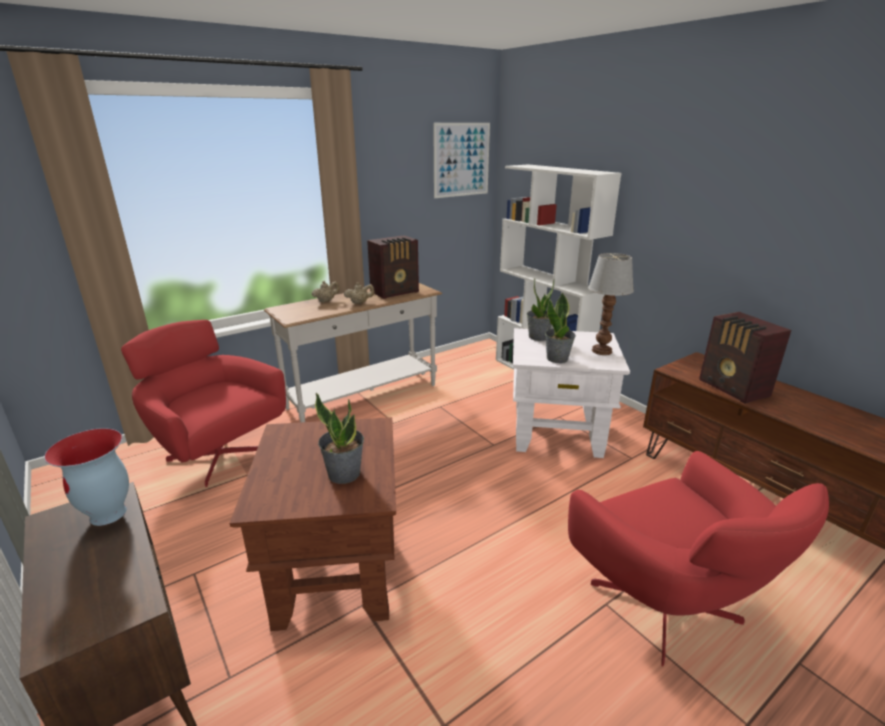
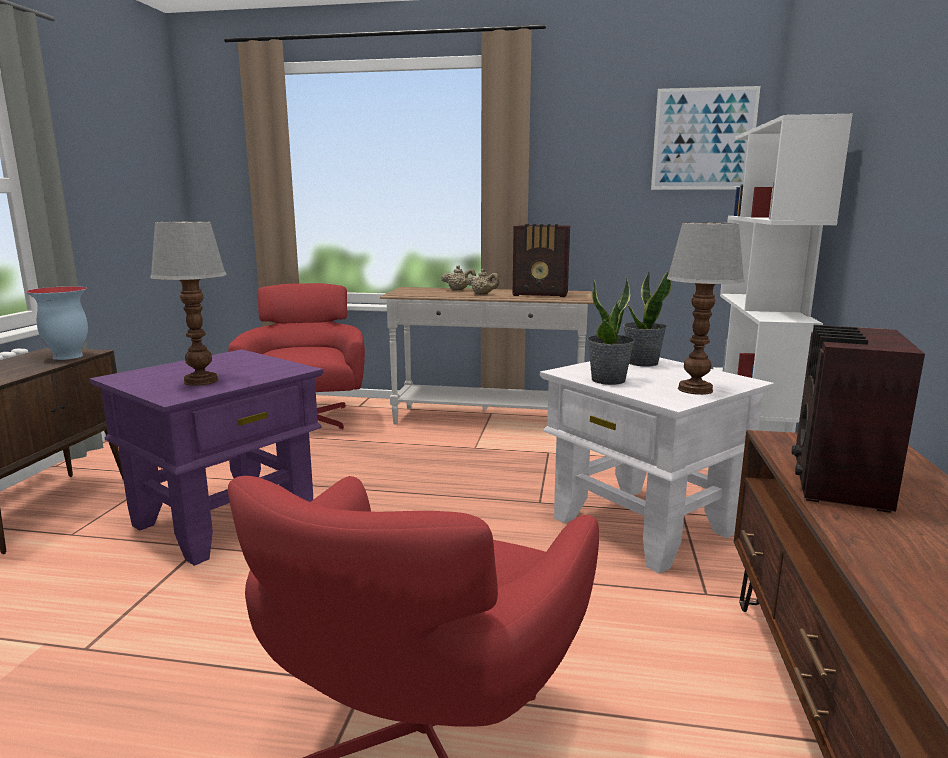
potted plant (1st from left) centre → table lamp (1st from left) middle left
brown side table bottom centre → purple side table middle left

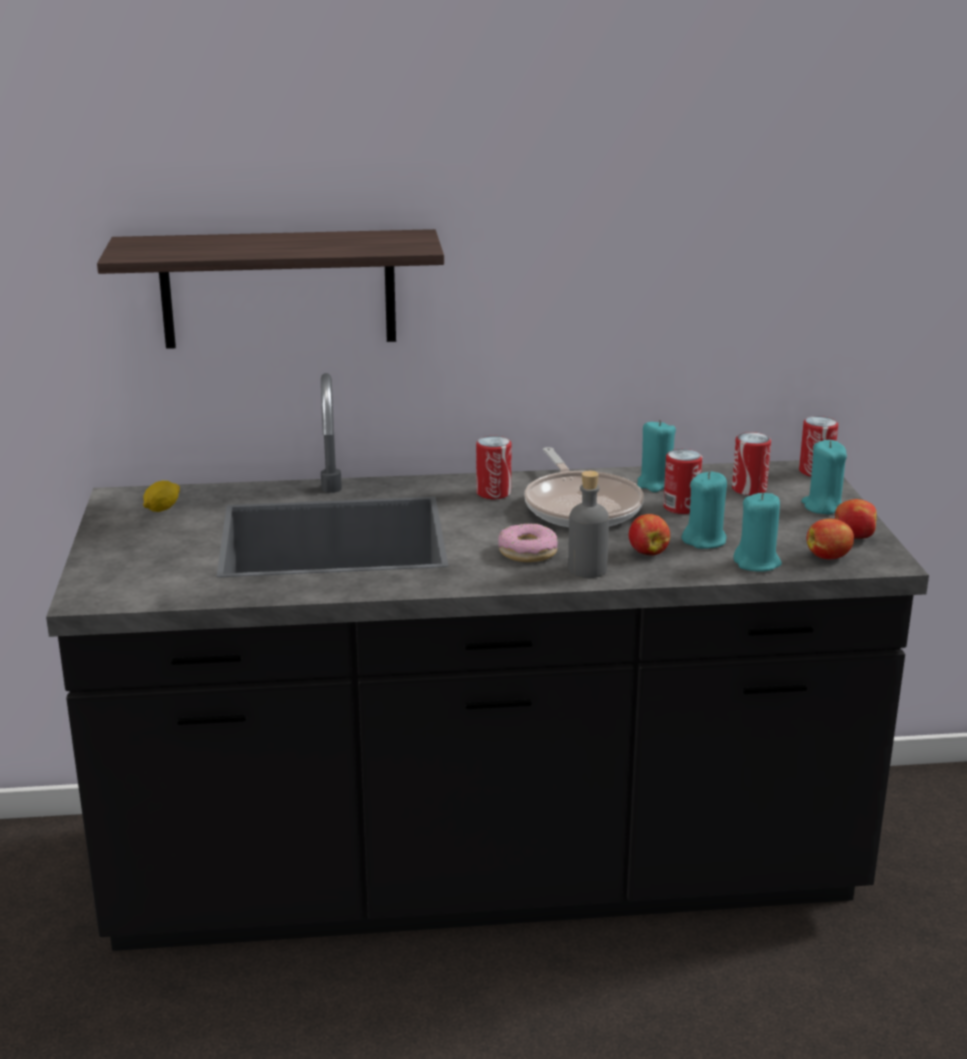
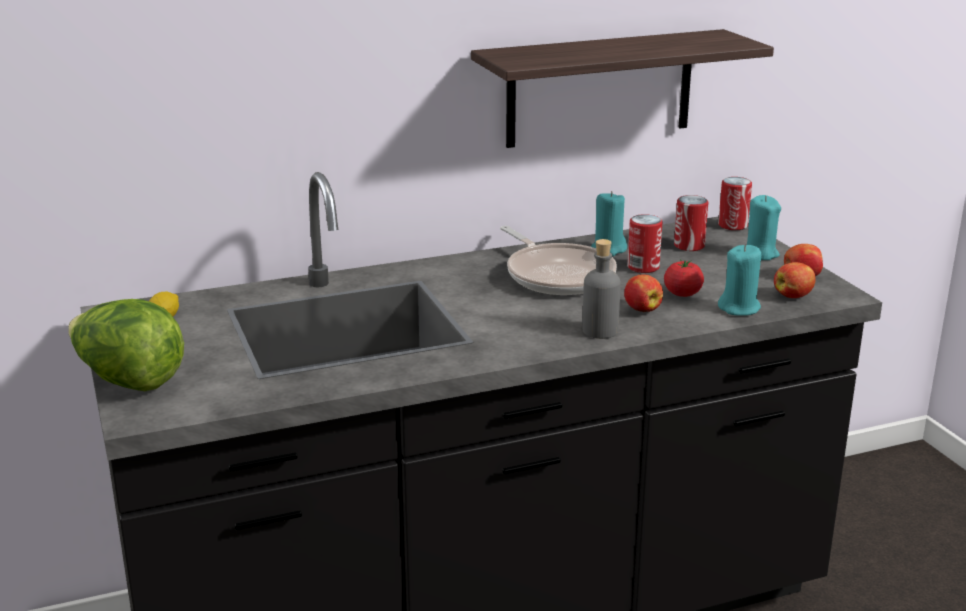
can (1st from left) centre → -
donut centre → -
- → lettuce middle left
shelf top left → shelf top centre, moved
turquoise candle (2nd from left) middle right → tomato middle right

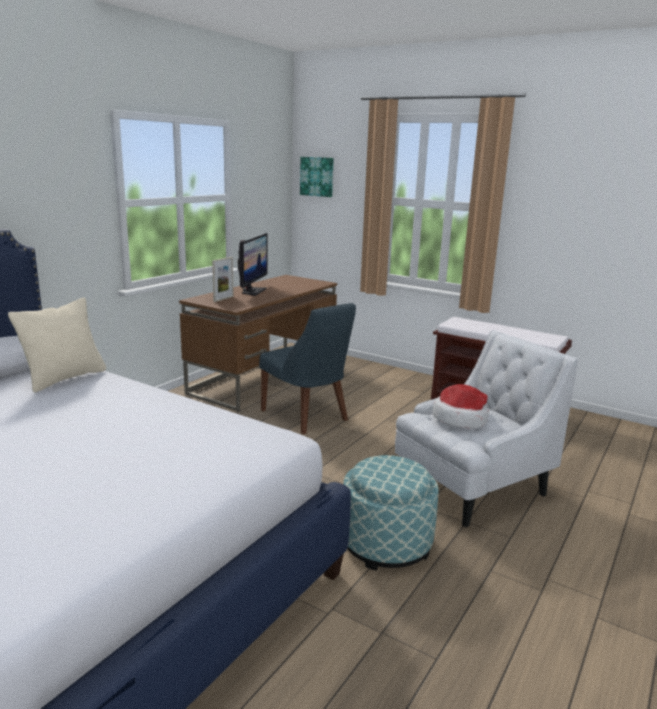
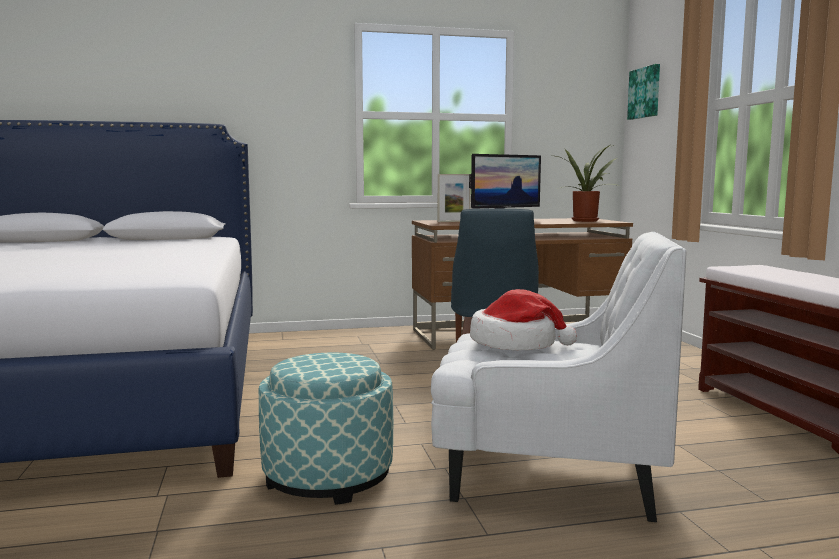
beige pillow middle left → -
- → potted plant top right

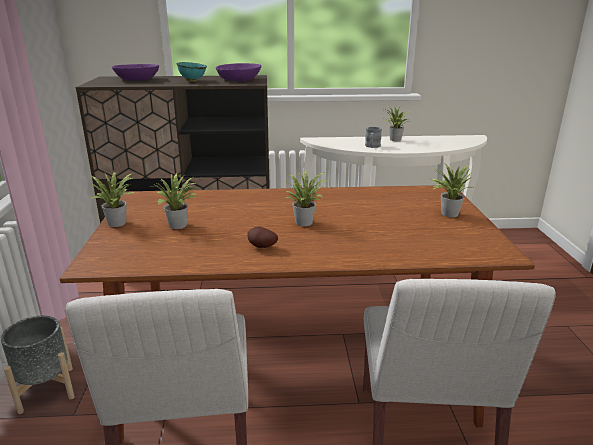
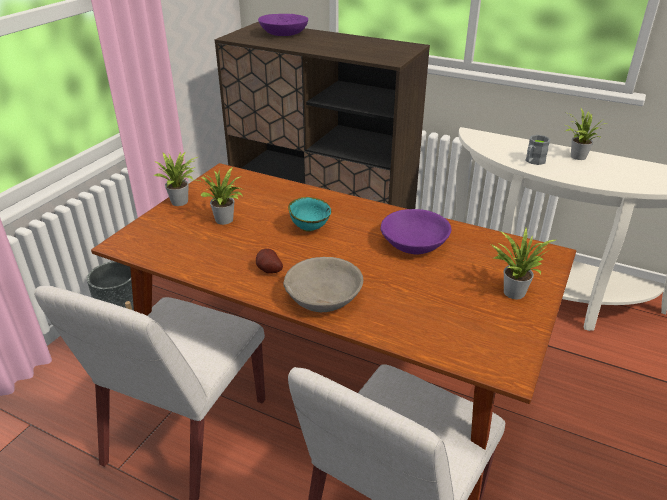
potted plant (3rd from left) centre → -
- → grey bowl centre
turquoise bowl top left → turquoise bowl centre, moved
purple bowl (2nd from left) top centre → purple bowl (2nd from left) centre, moved

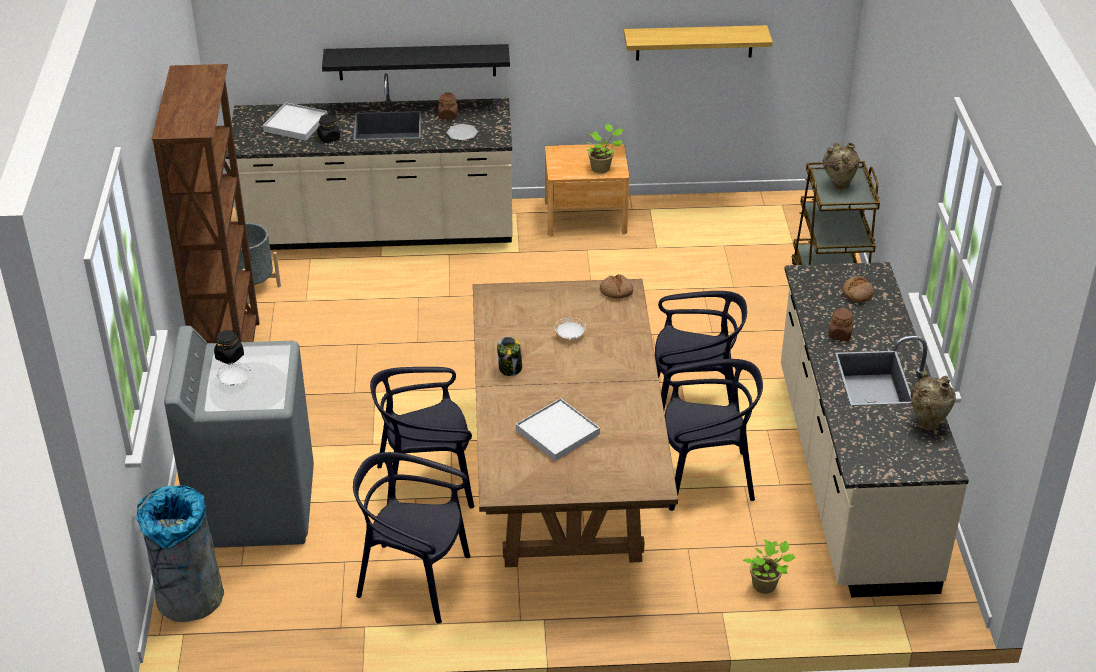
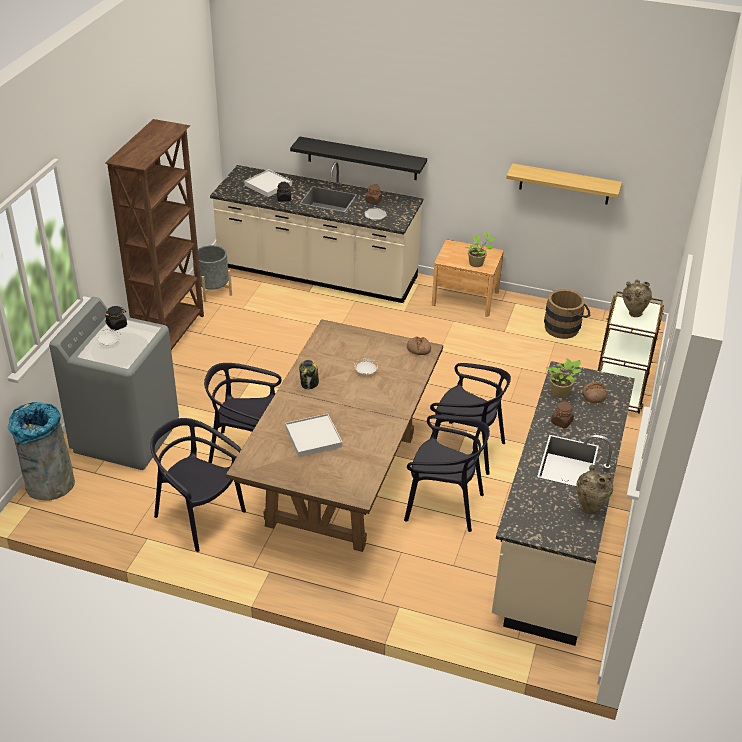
- → brown bucket middle right
potted plant (2nd from left) bottom right → potted plant (2nd from left) middle right, moved

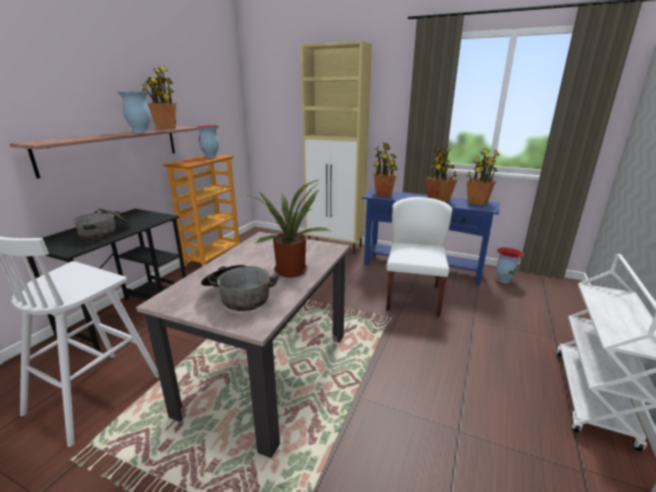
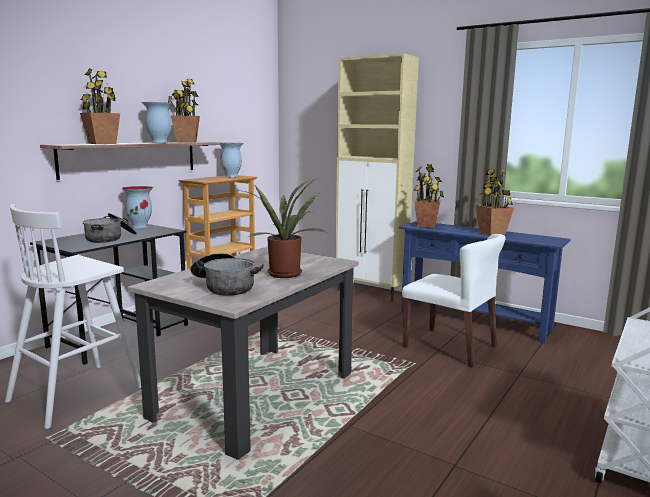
potted plant (5th from left in the first image) middle right → potted plant (1st from left) top left, moved
vase (3rd from left in the first image) middle right → vase (1st from left) middle left, moved
white chair centre → white chair middle right, 105 degrees clockwise

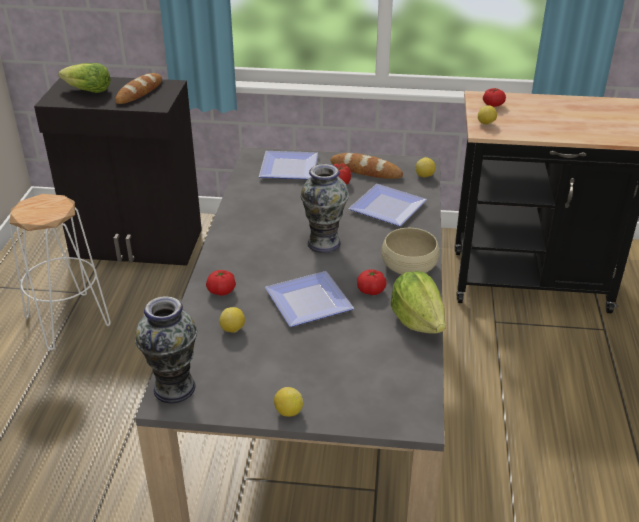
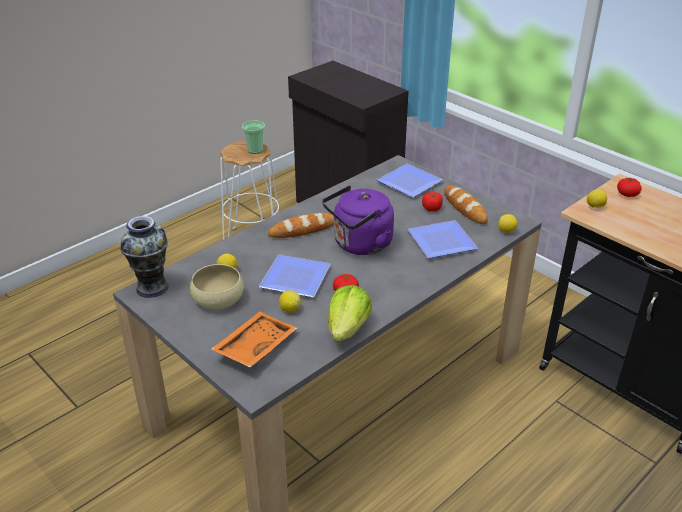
lettuce (1st from left) top left → -
tomato (1st from left) centre → -
- → orange tray centre
- → cup top centre
bread (1st from left) top left → bread (1st from left) centre, moved
lemon (2nd from left) bottom centre → lemon (2nd from left) centre, moved
beige bowl centre → beige bowl middle left, moved
vase (2nd from left) centre → purple kettle centre

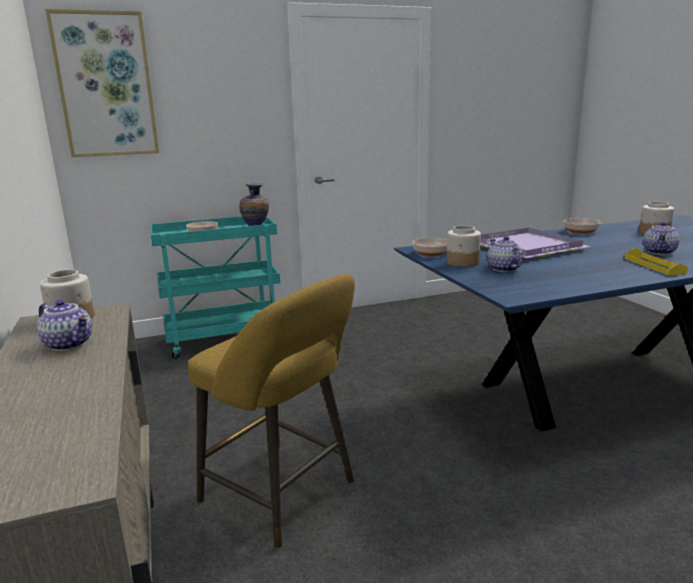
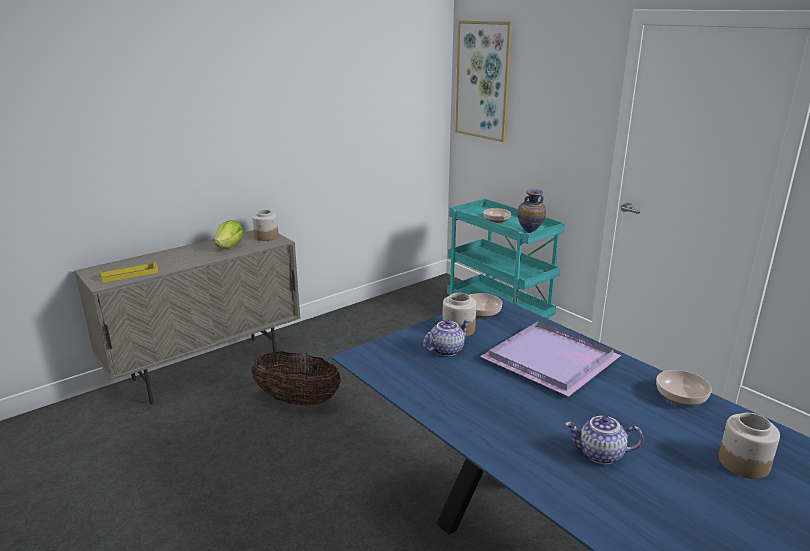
yellow tray middle right → yellow tray middle left, moved
teapot (1st from left) middle left → lettuce middle left
yellow stool bottom centre → basket bottom centre

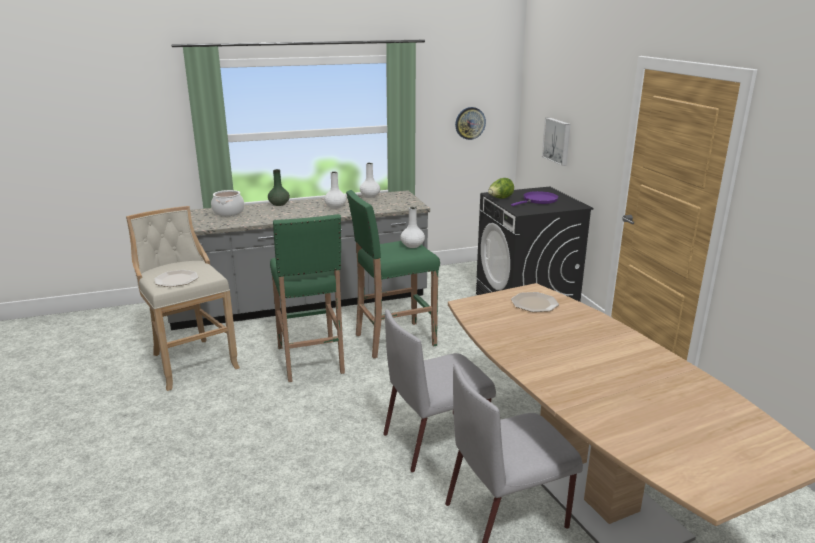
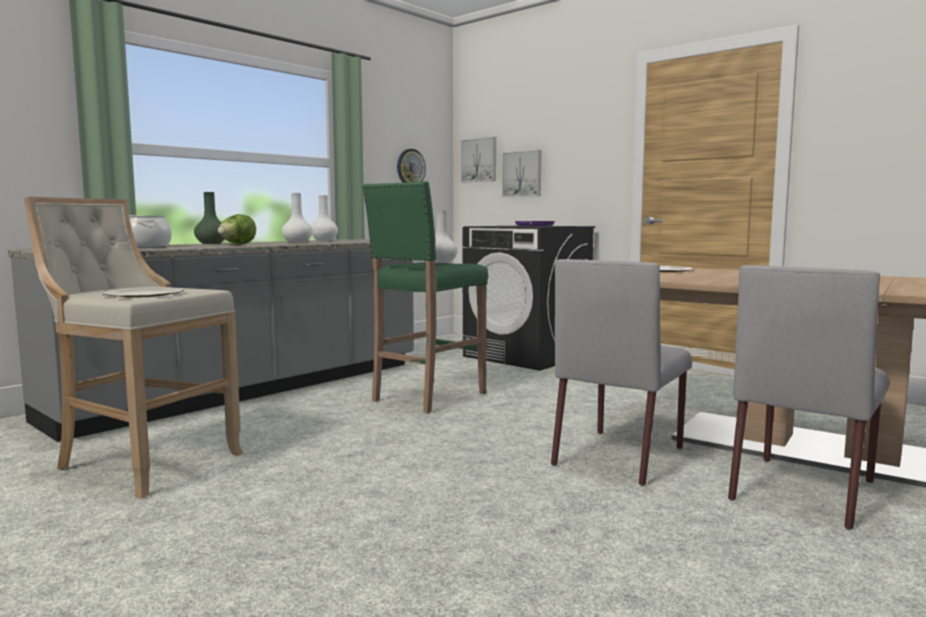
green stool (1st from left) centre → -
- → picture (1st from left) top centre
lettuce centre → lettuce middle left, moved

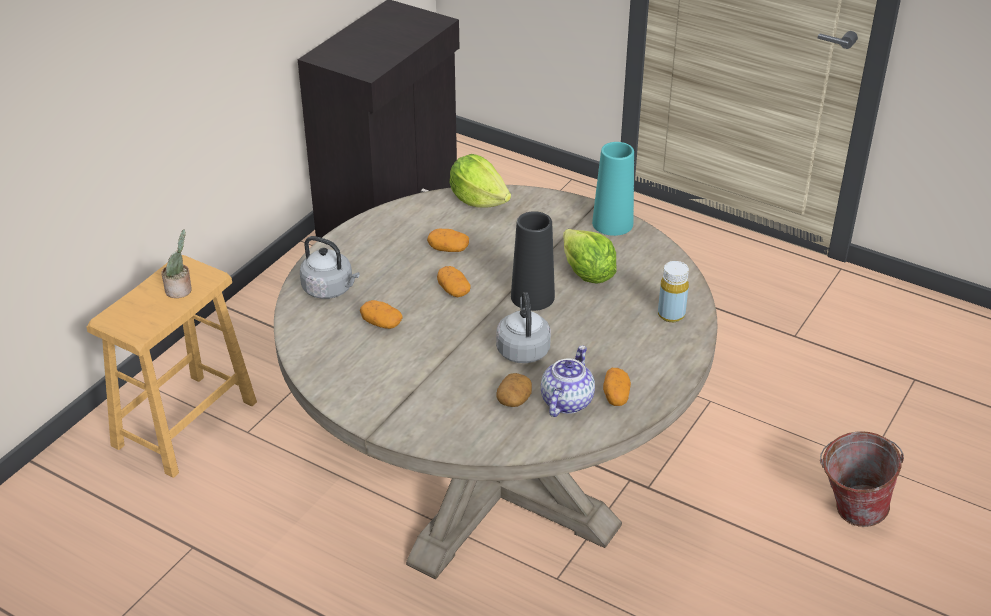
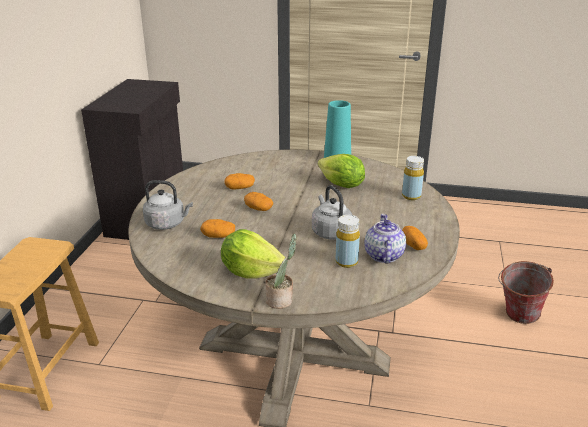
black vase centre → -
potted plant middle left → potted plant centre, moved
lettuce (1st from left) top centre → lettuce (1st from left) centre, moved
potato (4th from left) centre → yellow bottle (1st from left) centre

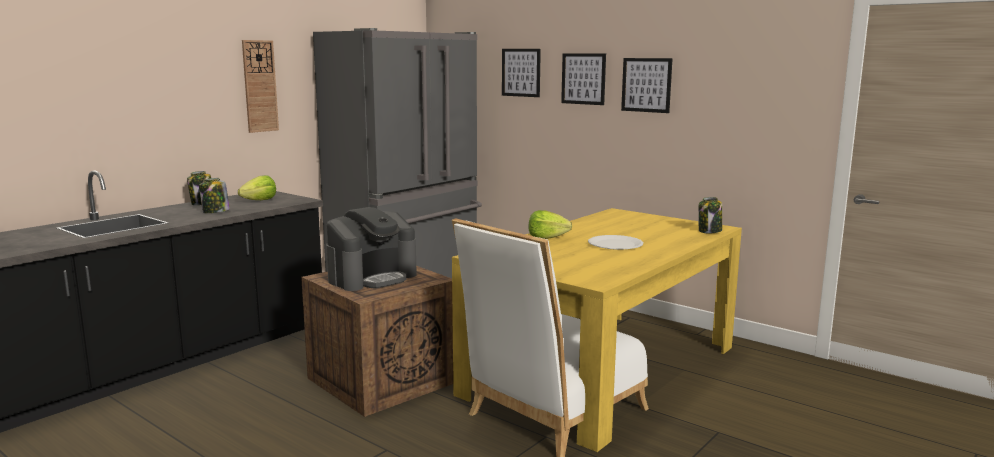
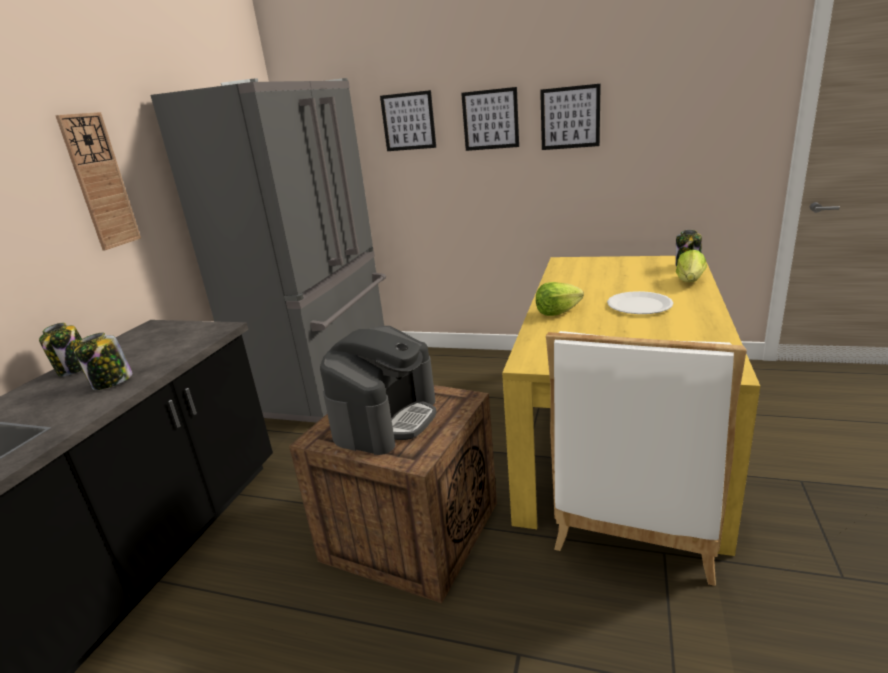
lettuce (1st from left in the first image) middle left → lettuce (2nd from left) middle right, moved

